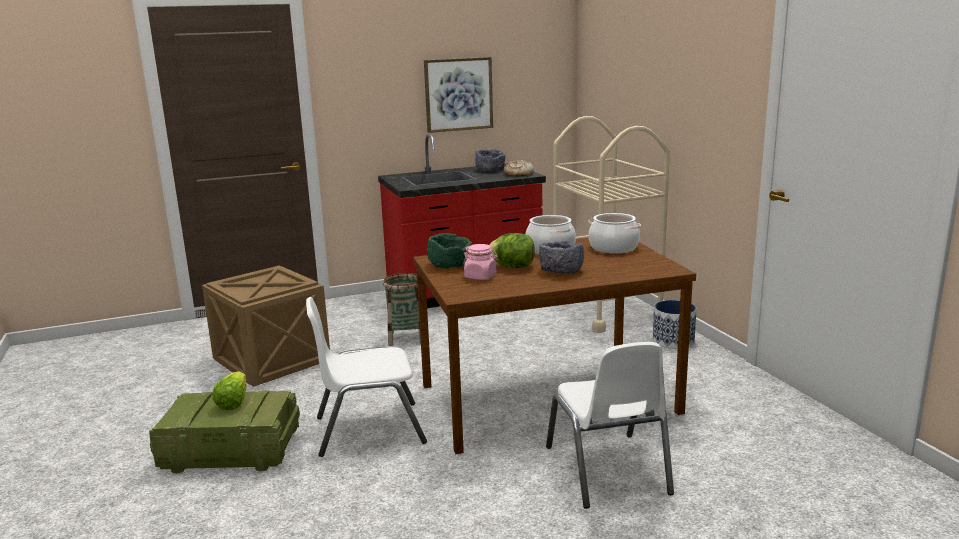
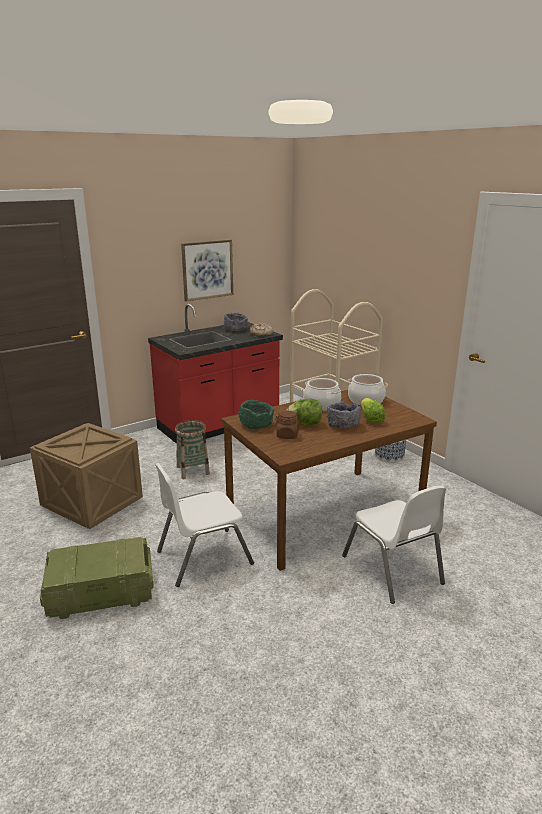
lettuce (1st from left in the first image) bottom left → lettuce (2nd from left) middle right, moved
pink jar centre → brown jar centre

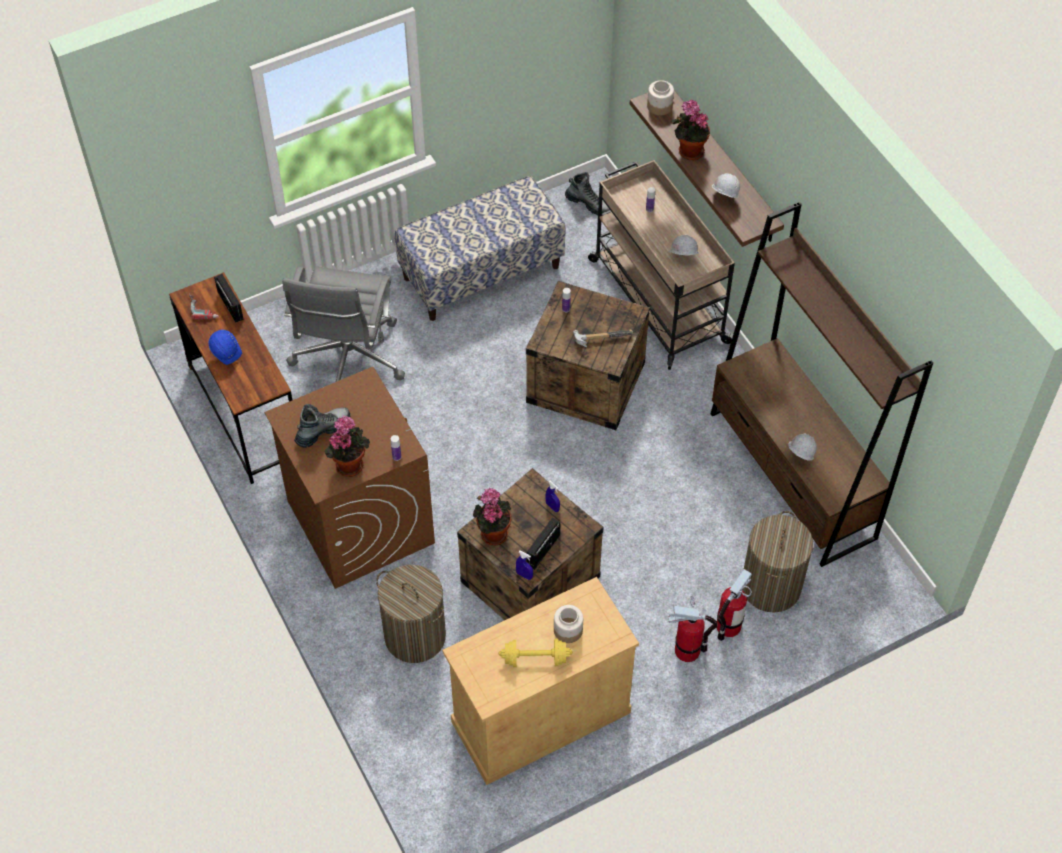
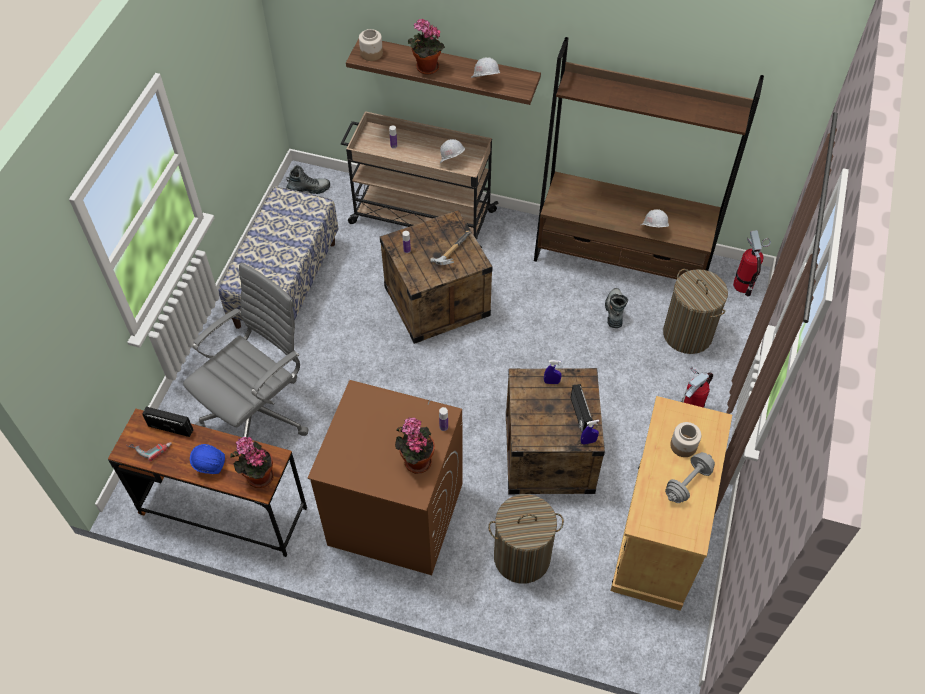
boot (1st from left in the first image) middle left → boot (2nd from left) centre, moved
potted plant (2nd from left in the first image) centre → potted plant (1st from left) middle left, moved
fire extinguisher (2nd from left) bottom right → fire extinguisher (2nd from left) middle right, moved
yellow dumbbell bottom centre → grey dumbbell bottom right
grey office chair middle left, 105 degrees counterclockwise

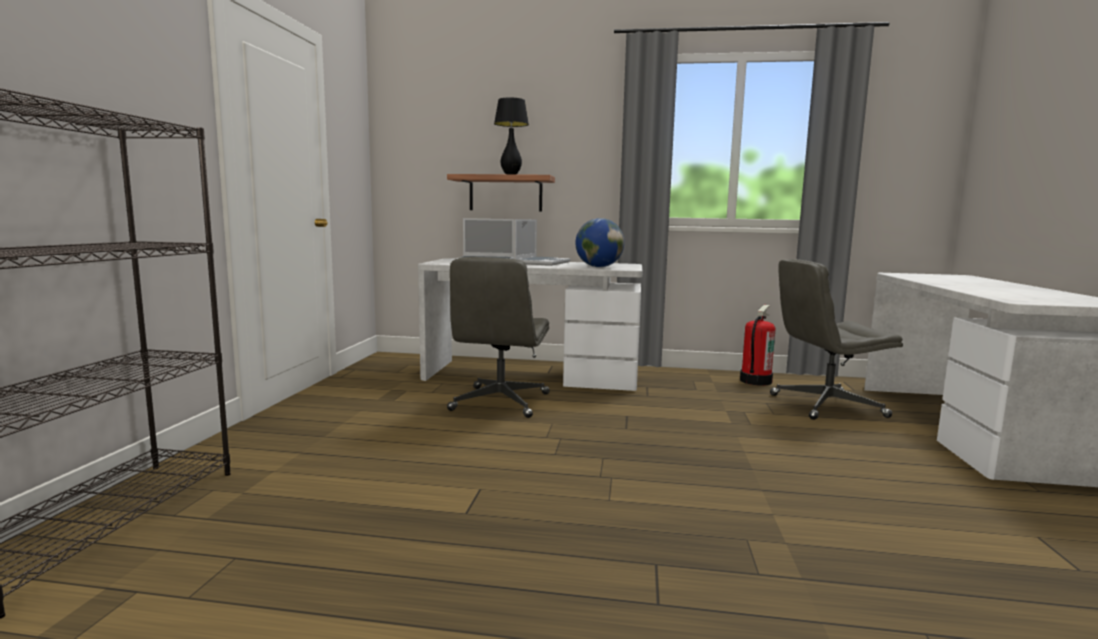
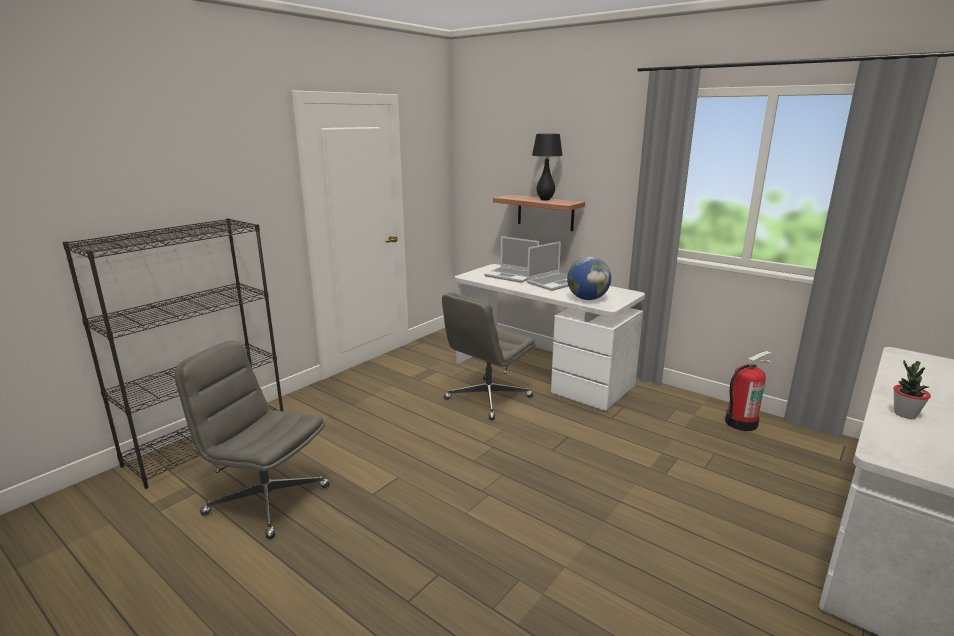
- → potted plant middle right
grey office chair (2nd from left in the first image) middle right → grey office chair (1st from left) bottom left, moved

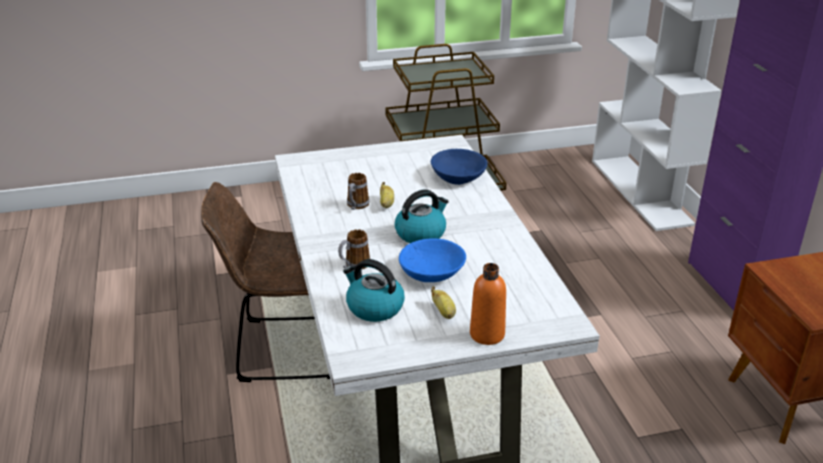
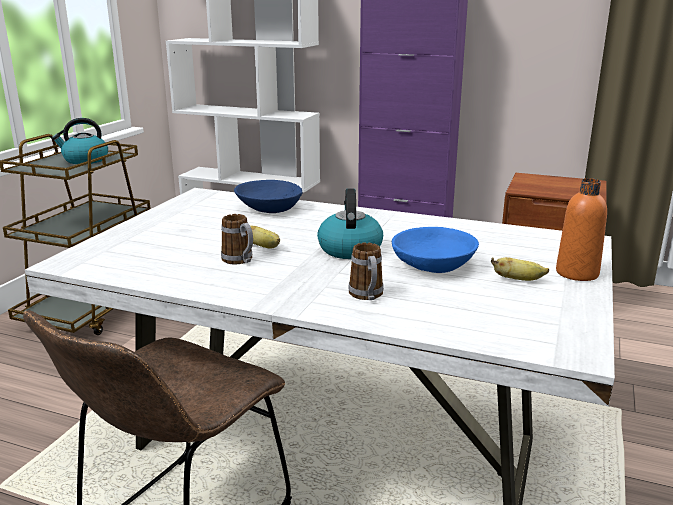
kettle (1st from left) centre → kettle (1st from left) top left, moved

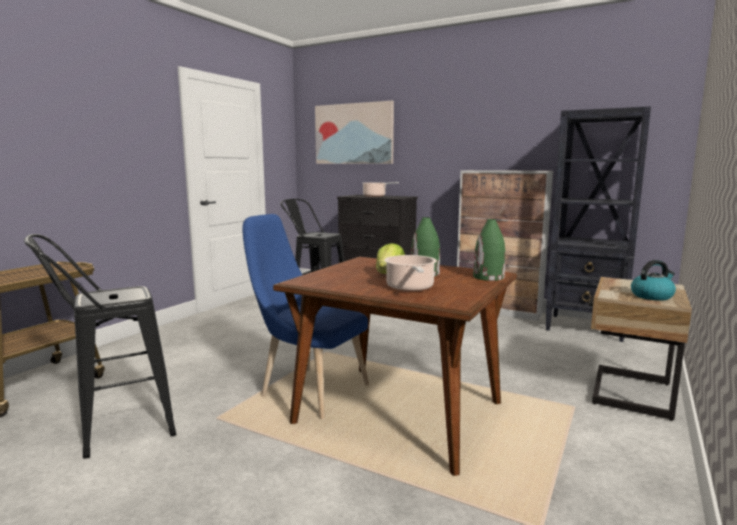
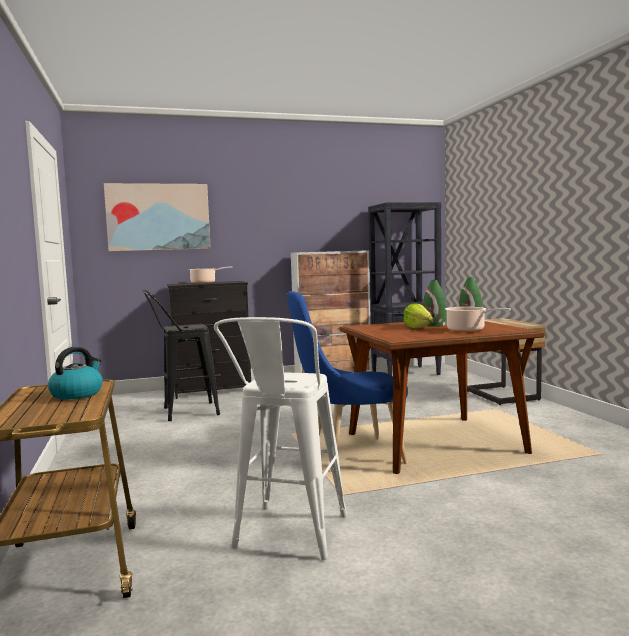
kettle middle right → kettle middle left, moved
black stool (1st from left) middle left → white stool bottom centre

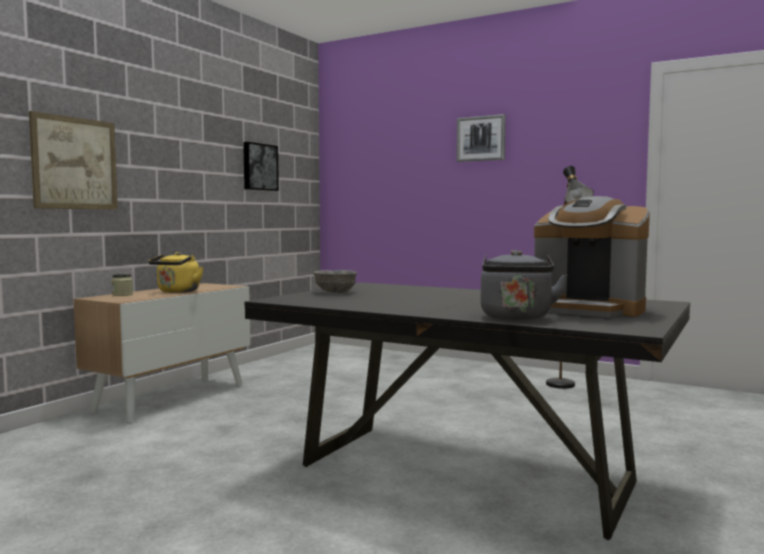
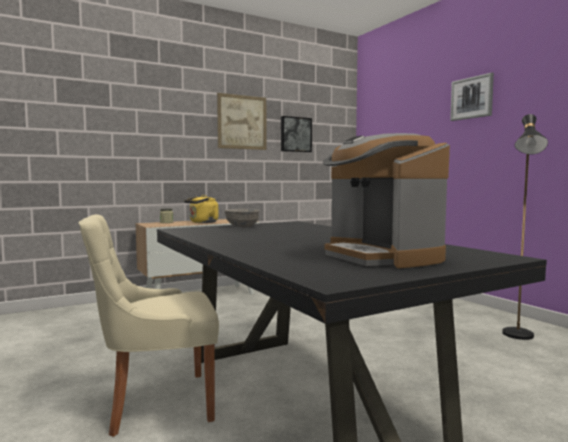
grey kettle middle right → -
- → beige chair bottom left
picture (1st from left) top left → picture (1st from left) top centre, moved

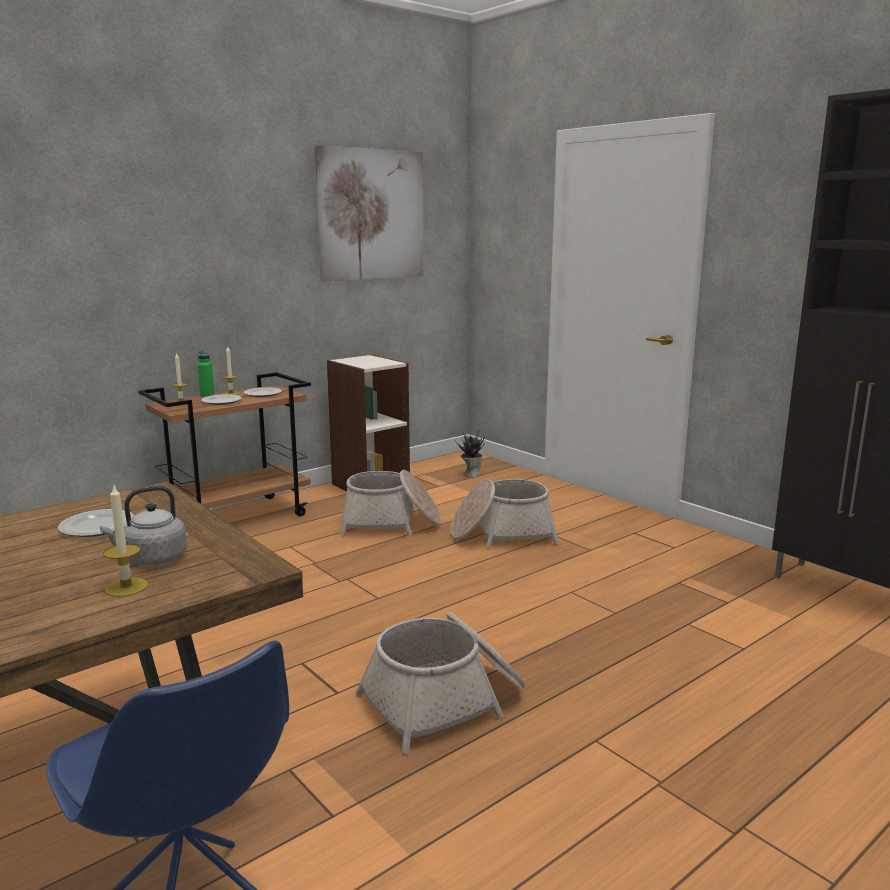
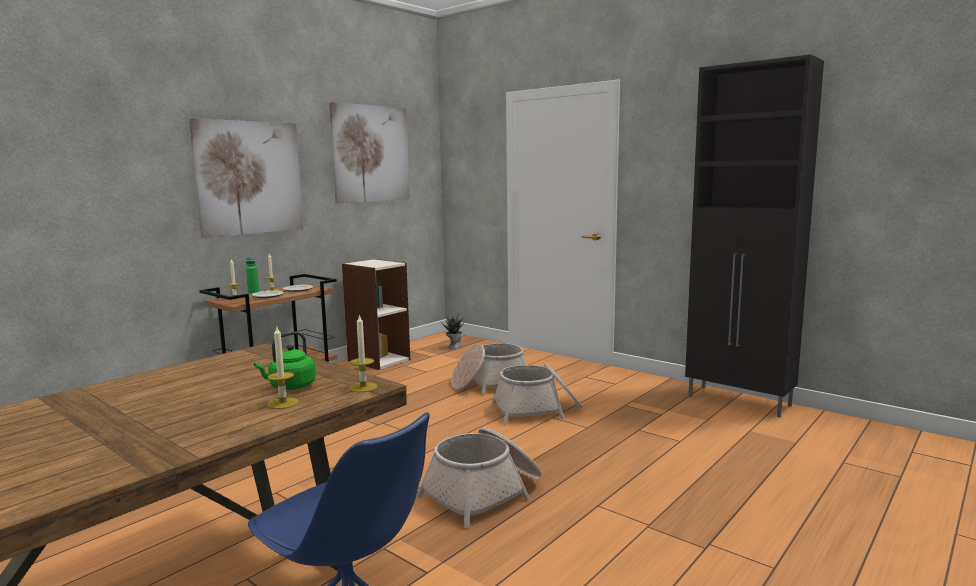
plate (1st from left) middle left → -
- → picture (1st from left) top left
- → candle (4th from left) centre
basket (1st from left in the first image) centre → basket (3rd from left) bottom centre, moved
grey kettle middle left → green kettle middle left

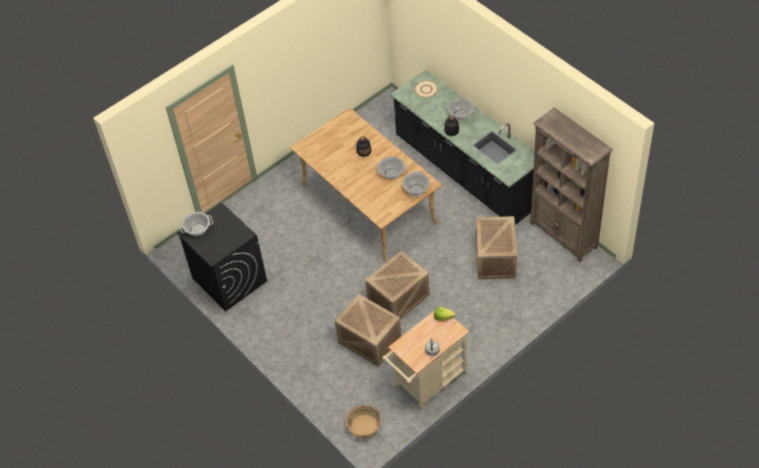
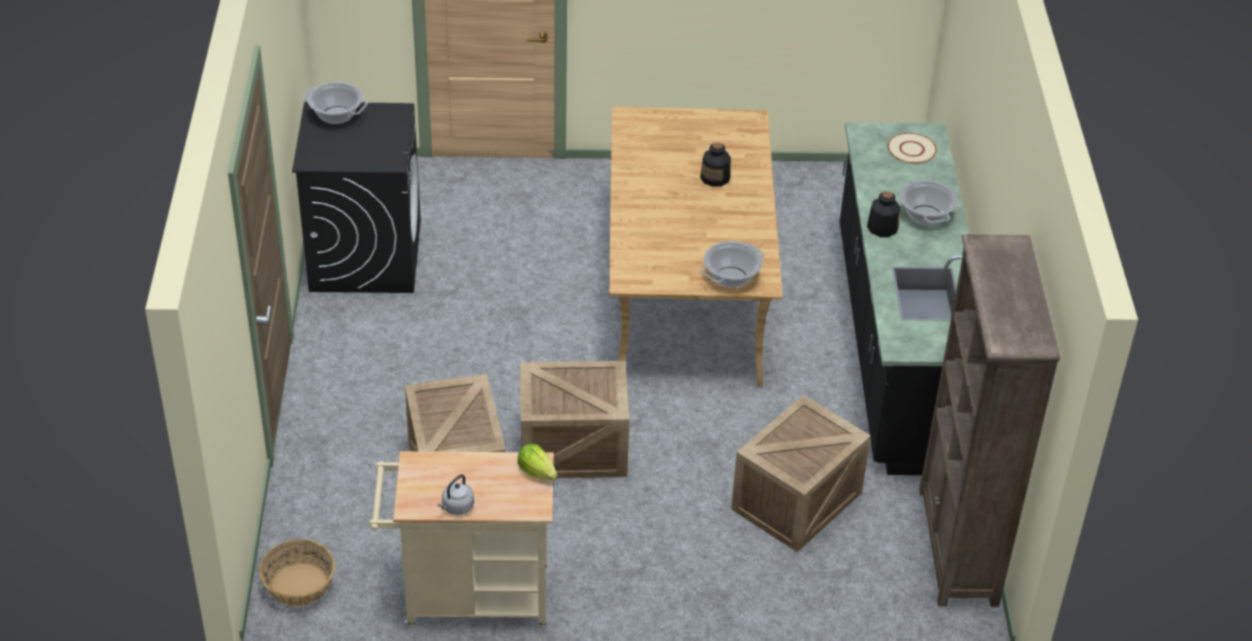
cooking pot (2nd from left) centre → -

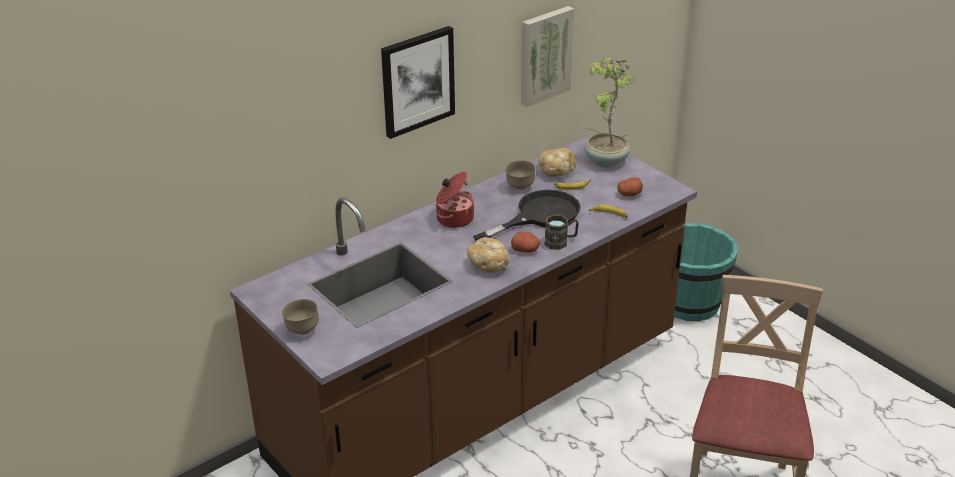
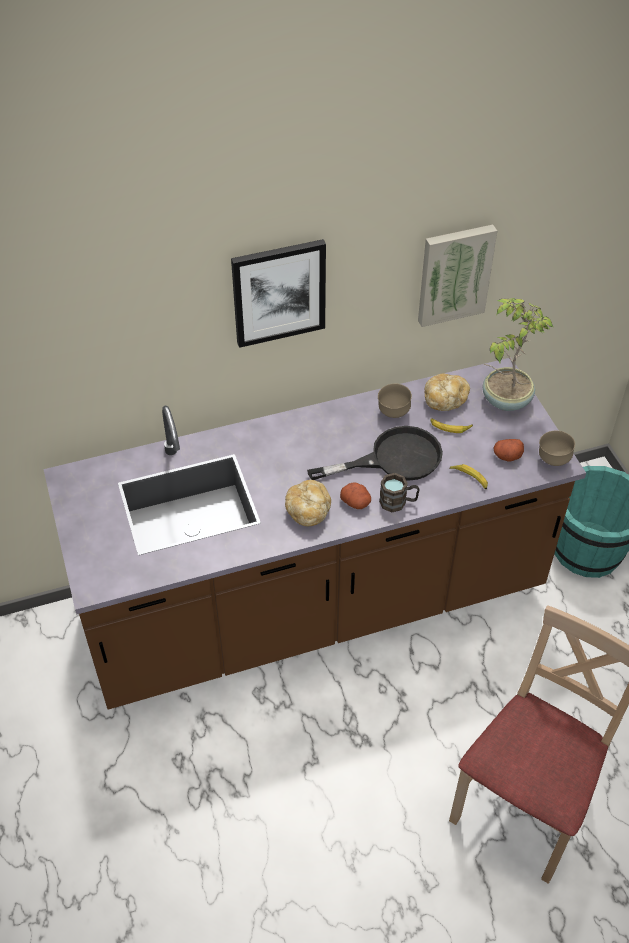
cooking pot centre → -
brown bowl (1st from left in the first image) middle left → brown bowl (2nd from left) middle right, moved

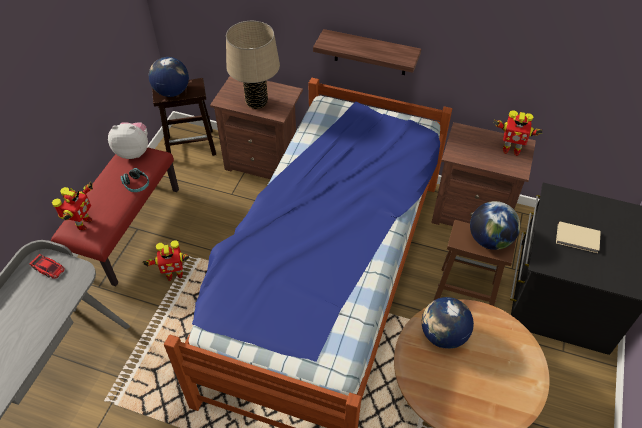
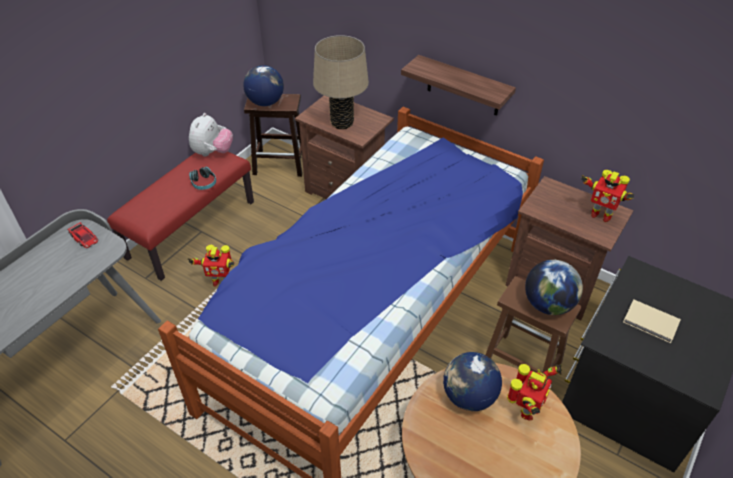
toy robot (1st from left in the first image) middle left → toy robot (2nd from left) bottom right, moved
plush toy top left, 90 degrees clockwise

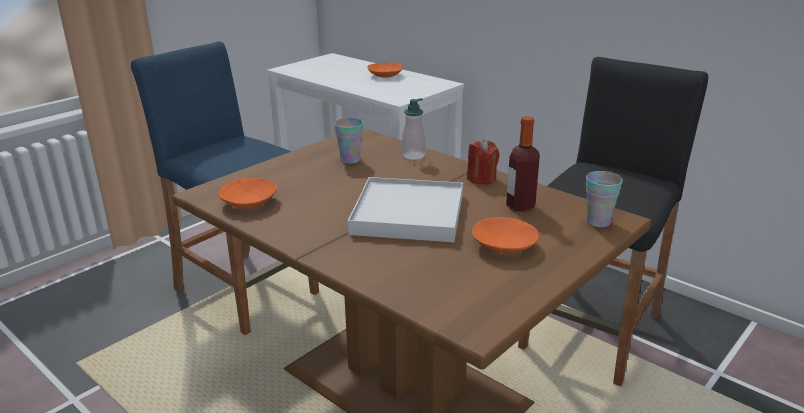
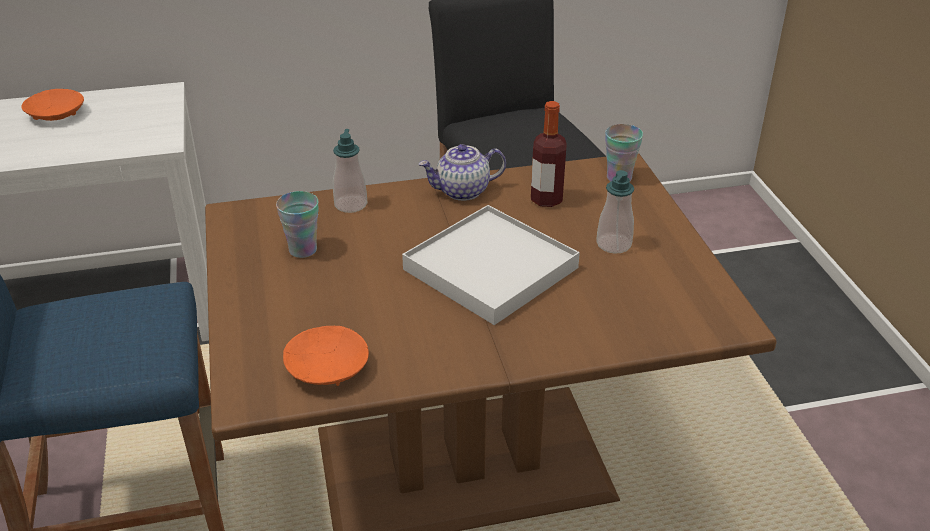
red candle centre → teapot top centre
orange bowl (3rd from left) centre → soap dispenser (2nd from left) centre

